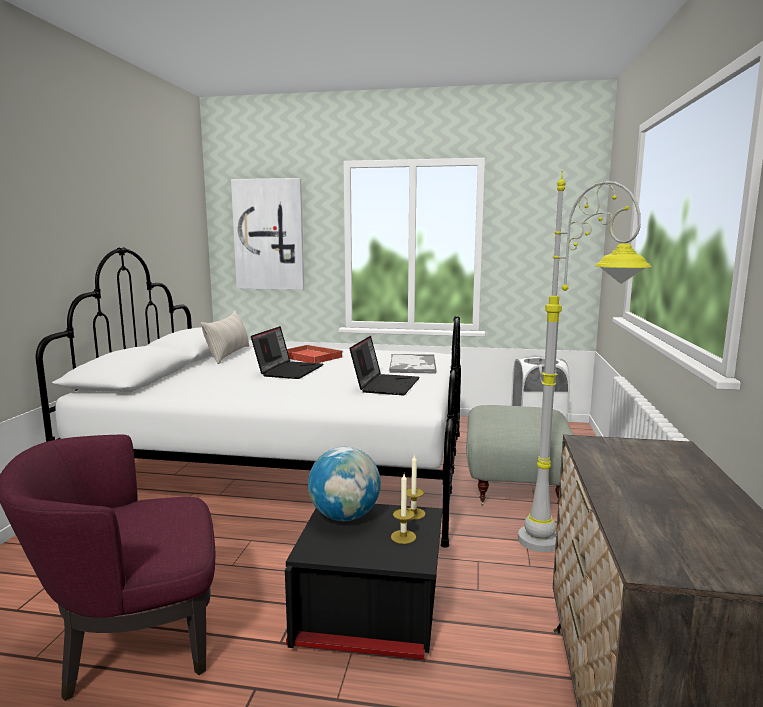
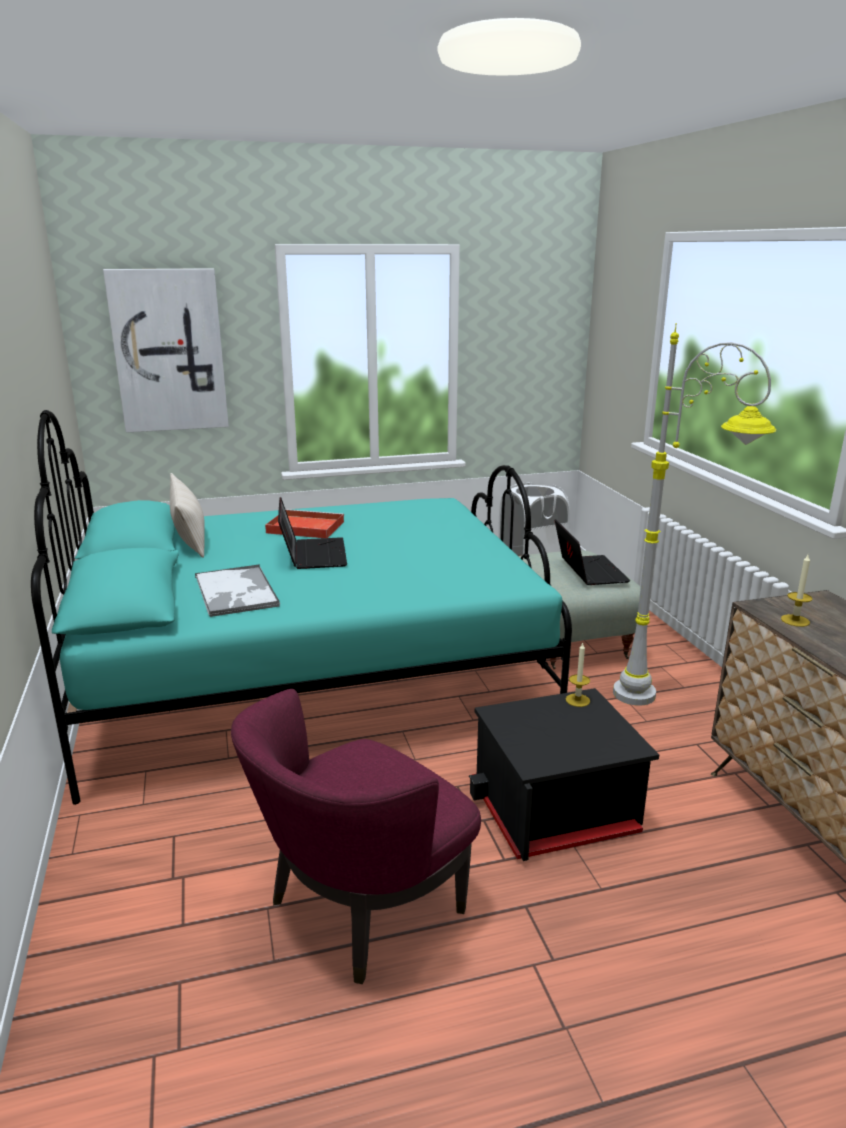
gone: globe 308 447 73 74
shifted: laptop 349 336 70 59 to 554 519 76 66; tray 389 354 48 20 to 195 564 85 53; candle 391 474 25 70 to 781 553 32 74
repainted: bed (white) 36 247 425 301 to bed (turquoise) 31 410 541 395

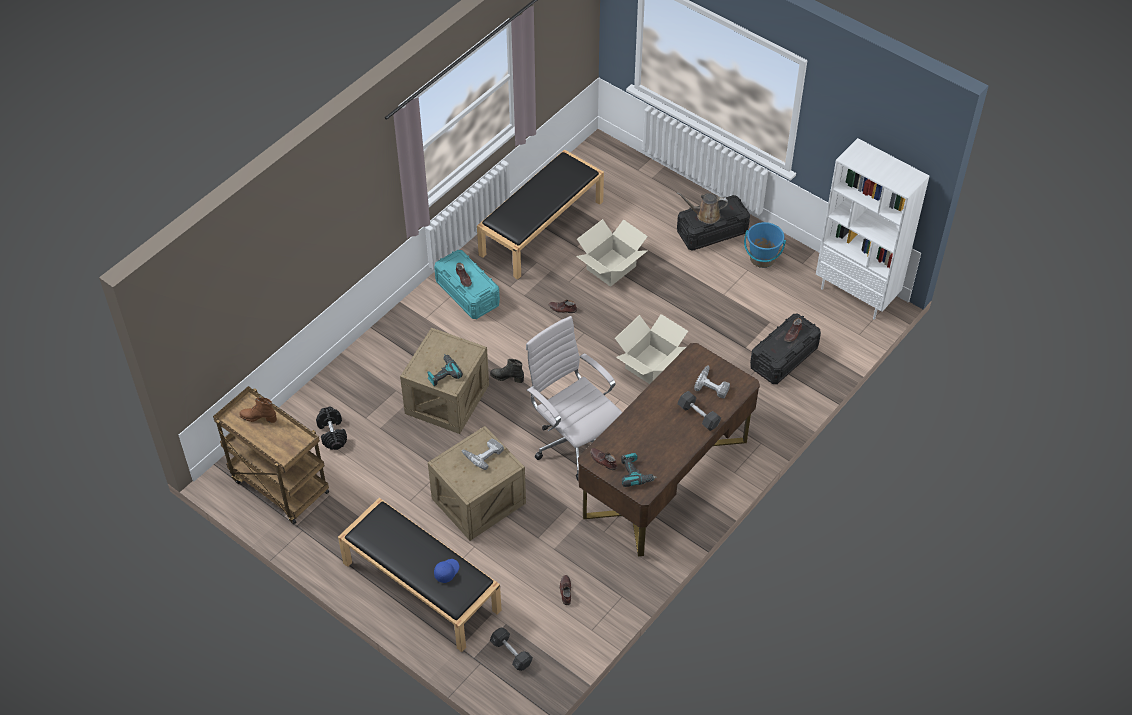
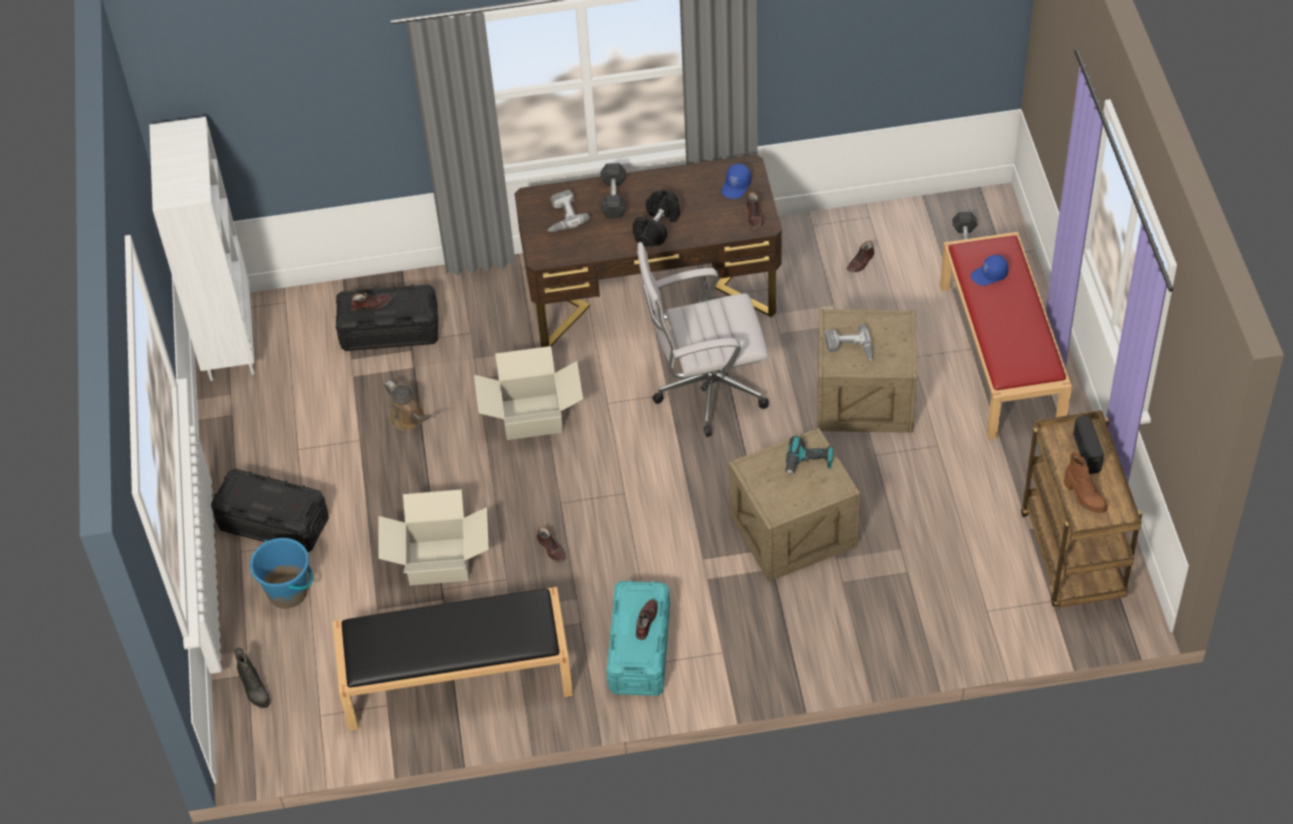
new: radio 1073 415 31 59
shifted: dumbbell (black) 316 407 31 43 to 632 190 48 57; boot (black) 490 359 34 24 to 235 647 35 61; watering can (brown) 676 192 52 32 to 384 381 52 49; bucket (blue) 744 222 42 46 to 250 538 63 70
swapped: power drill 621 453 36 34 to cap (blue) 721 163 30 36
repainted: bench (black) 338 498 164 154 to bench (red) 940 232 132 207
rotated: office chair (white) 526 316 96 165 = 637 242 132 195 75 degrees clockwise

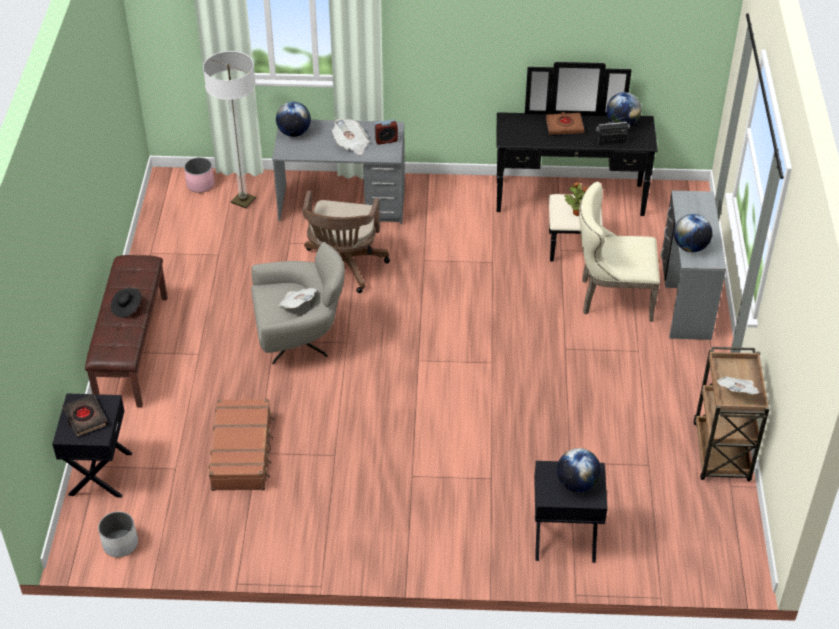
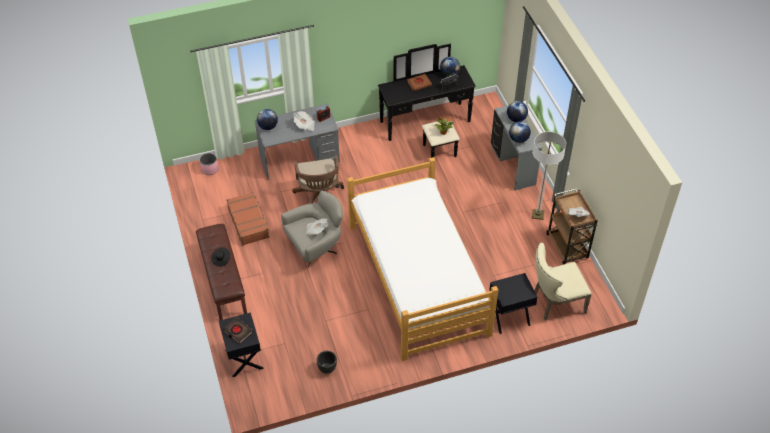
gone: planter (white) 98 511 40 46
new: planter (black) 317 351 20 23; bed 347 157 151 204
shifted: floor lamp 203 51 53 157 to 532 131 34 89; suitcase (brown) 209 399 66 92 to 226 192 44 54; globe 557 448 44 44 to 507 101 21 21; chair (beige) 579 182 81 140 to 534 243 58 77

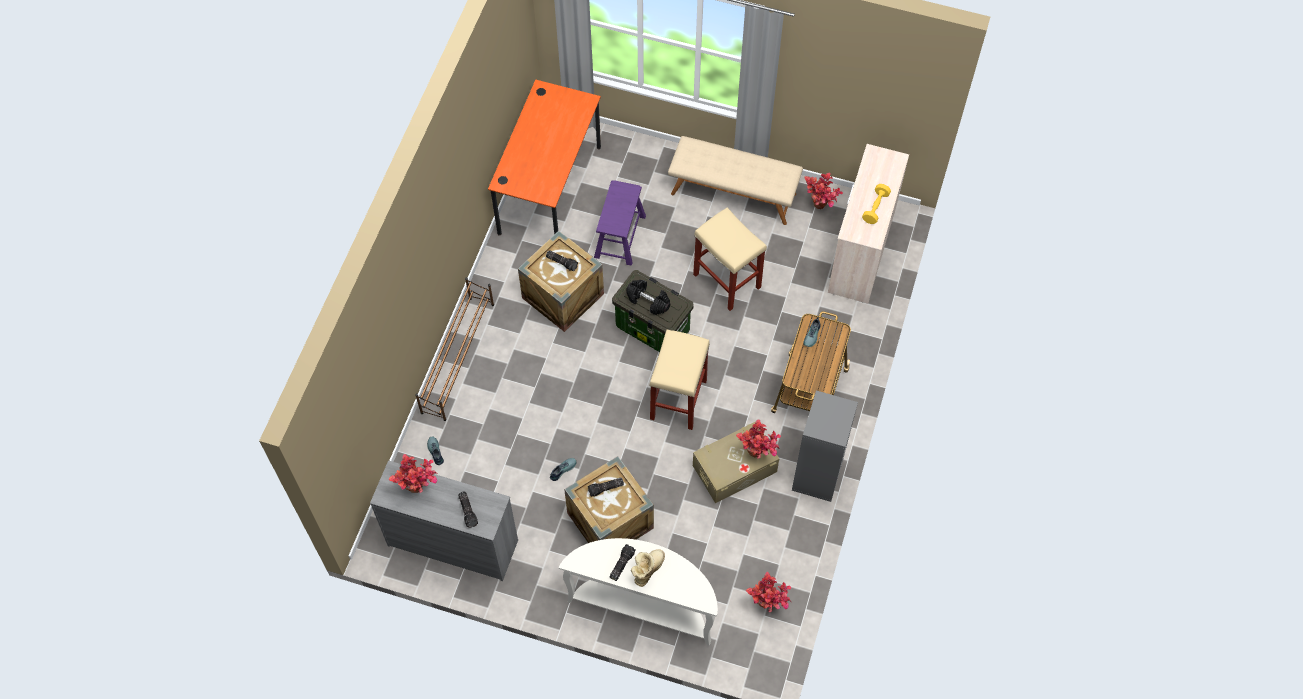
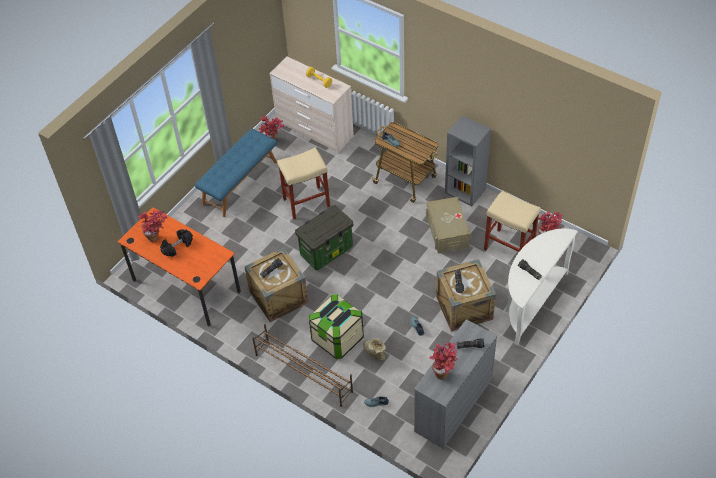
gone: stool (purple) 594 180 52 85
new: storage box 309 294 55 65
shifted: dumbbell (black) 626 280 44 35 to 160 229 33 28; boot 631 549 34 38 to 363 338 23 23; stool (beige) 649 330 61 100 to 484 191 57 61; potted plant 736 419 45 40 to 138 210 29 32
repainted: bench (beige) 668 136 135 89 to bench (blue) 195 128 82 89

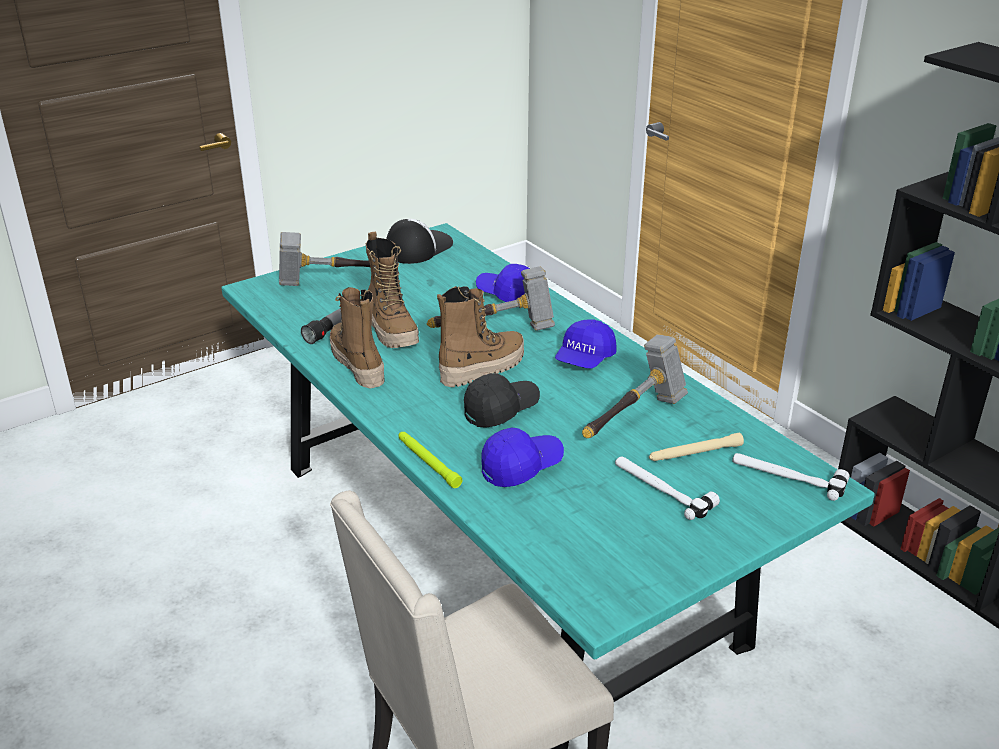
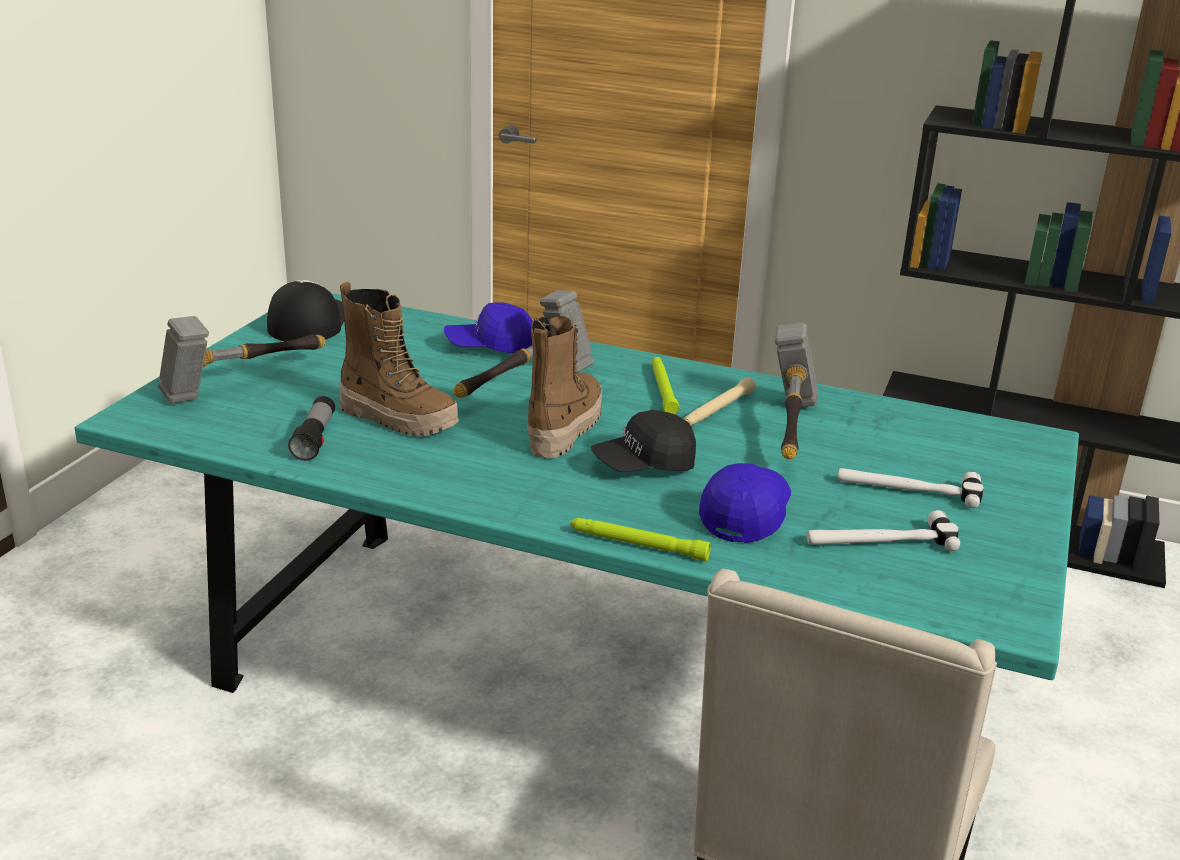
gone: boot 330 287 55 102
shifted: flashlight (beige) 649 433 95 28 to 684 378 72 48; hammer 732 453 118 48 to 806 510 154 41
swapped: cap (blue) 555 319 62 50 to flashlight (green) 652 357 27 57
rotated: cap (black) 464 373 76 55 = 591 410 105 62 135 degrees counterclockwise

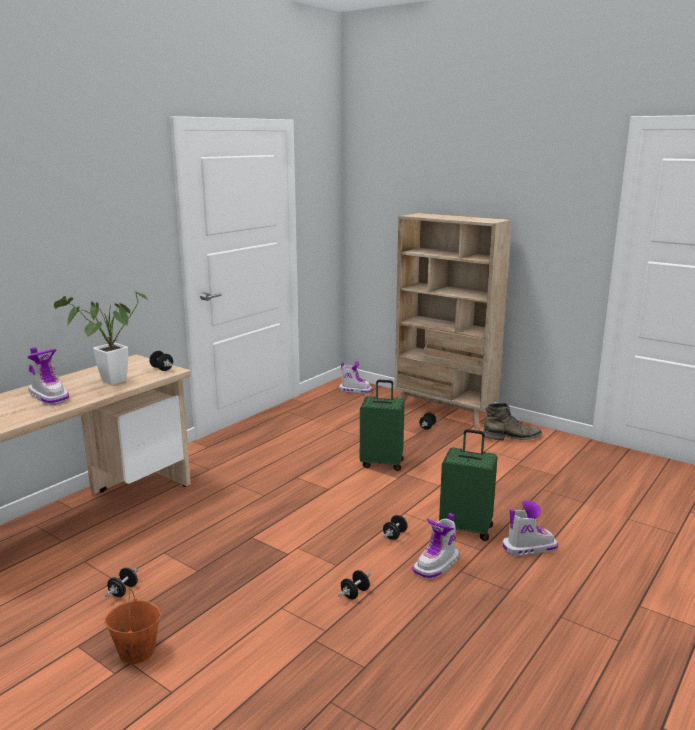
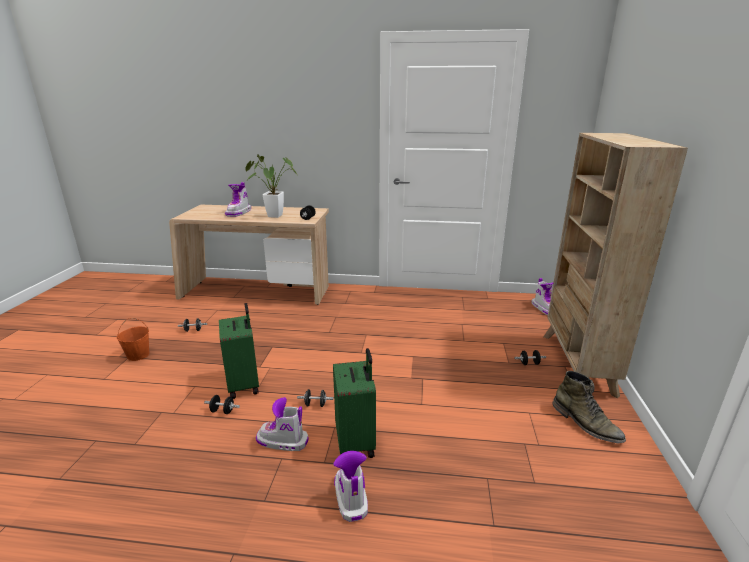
shifted: suitcase (green) 360 380 45 91 to 219 303 40 96
rotated: boot 503 501 55 55 = 334 451 34 71 150 degrees counterclockwise

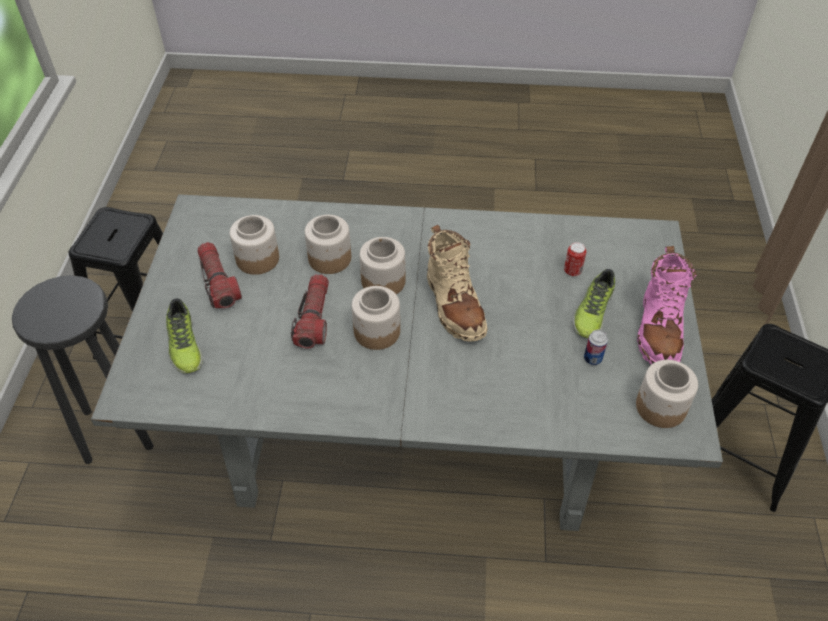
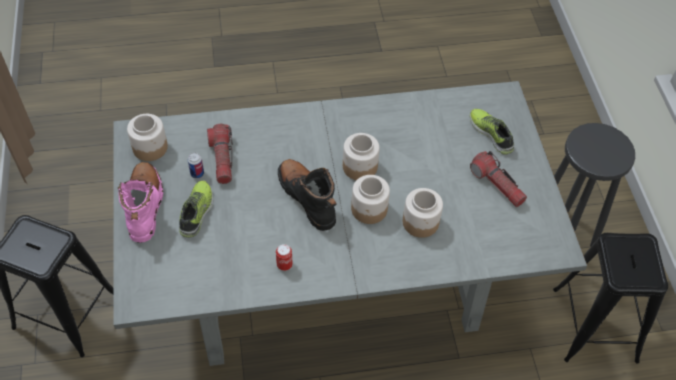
gone: jar 230 215 49 60
shifted: flashlight 291 274 38 75 to 207 124 26 60; can 564 242 22 34 to 276 244 17 27
repainted: boot (beige) 427 224 61 118 to boot (black) 278 159 58 72

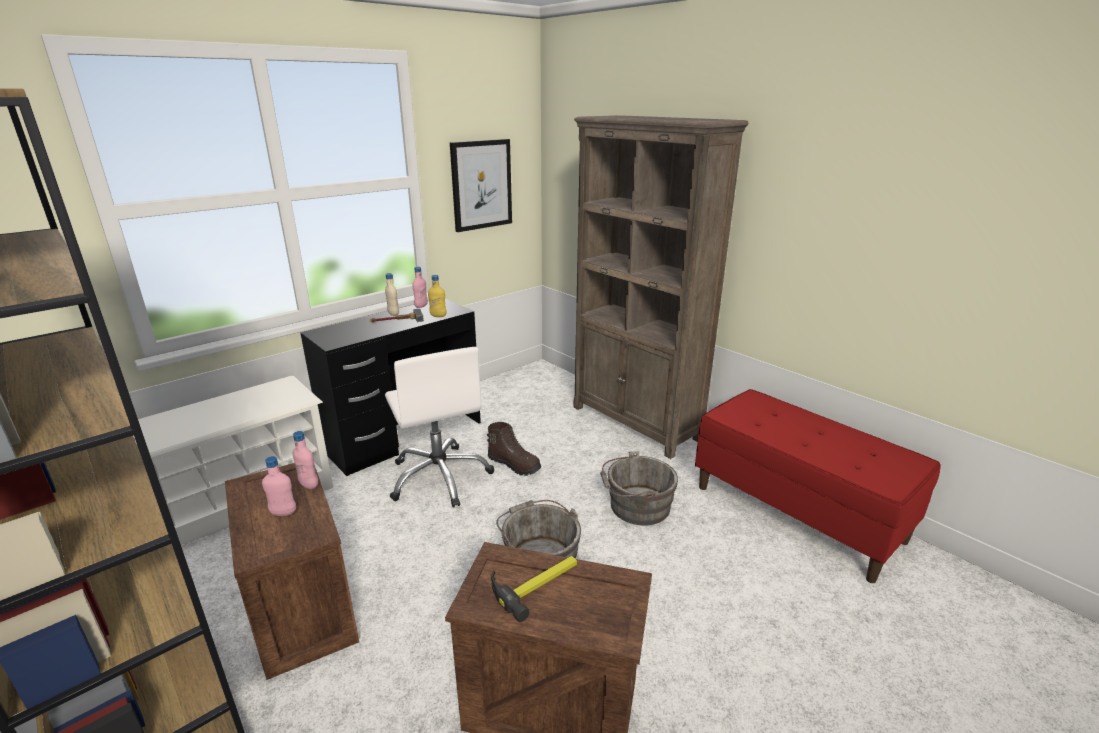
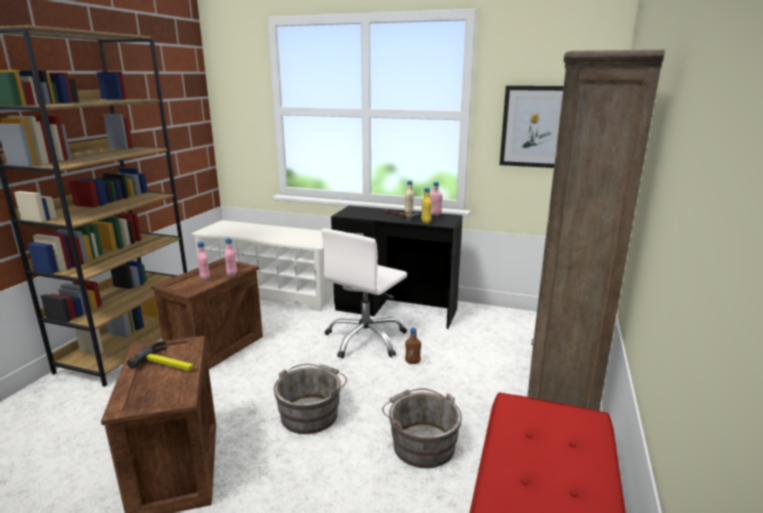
swapped: boot (brown) 487 422 54 54 to bottle (brown) 405 328 16 36

